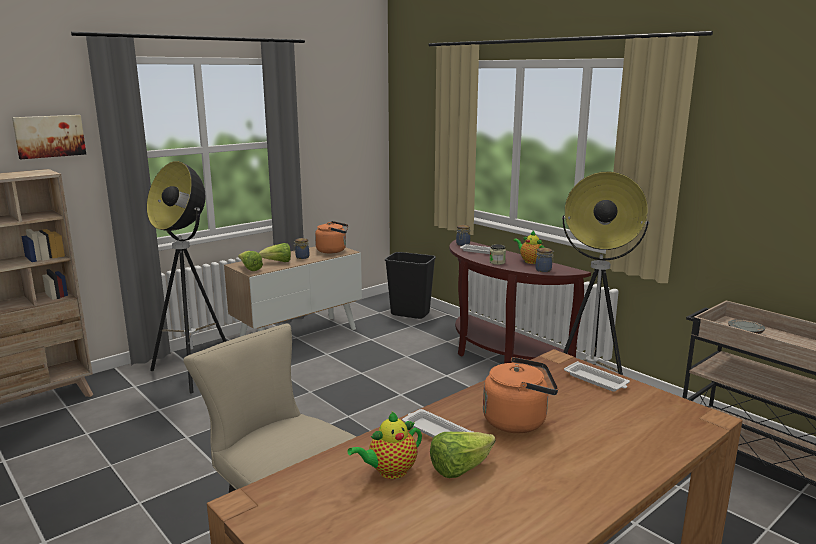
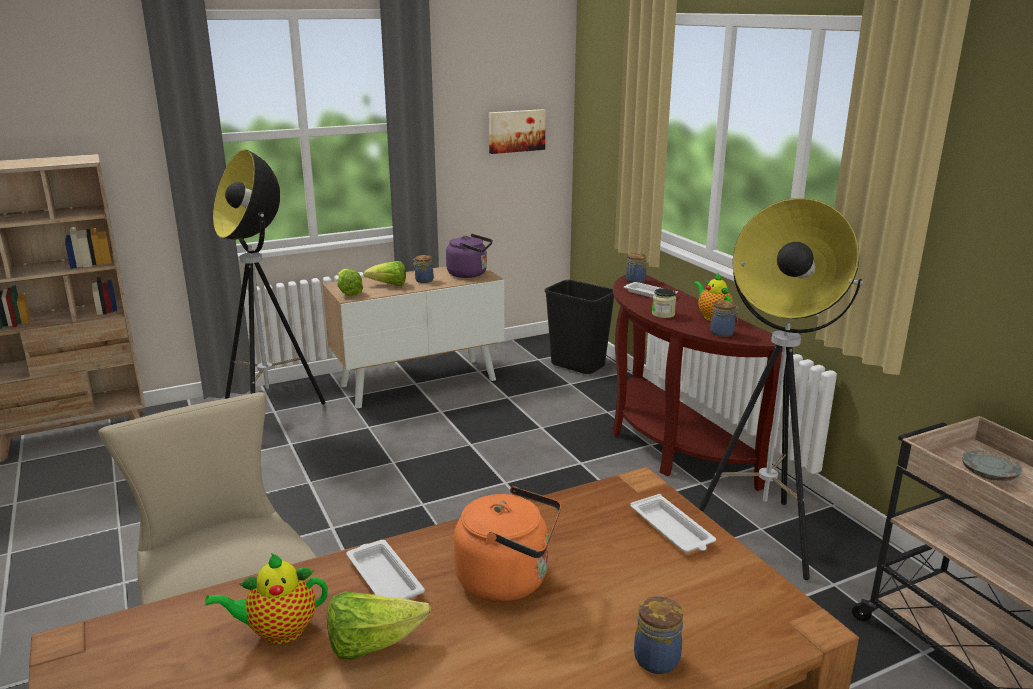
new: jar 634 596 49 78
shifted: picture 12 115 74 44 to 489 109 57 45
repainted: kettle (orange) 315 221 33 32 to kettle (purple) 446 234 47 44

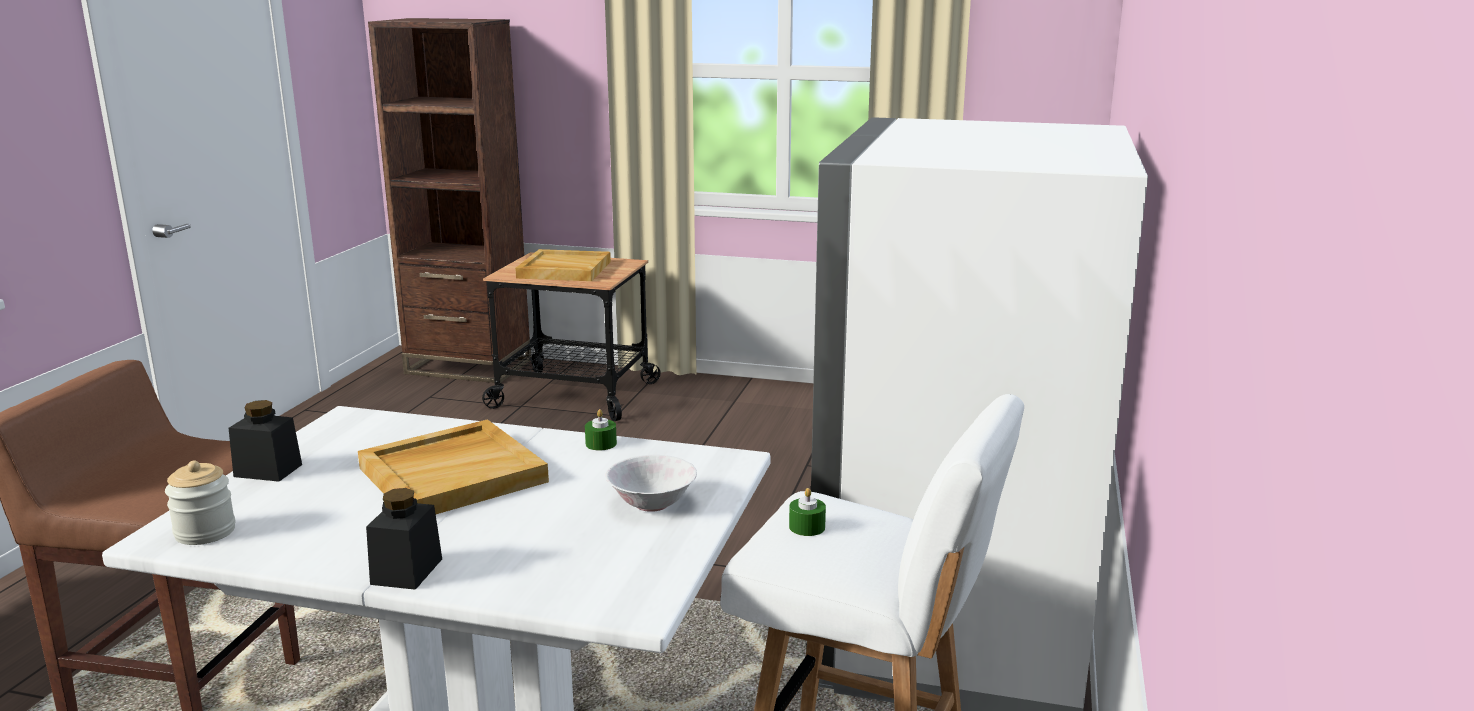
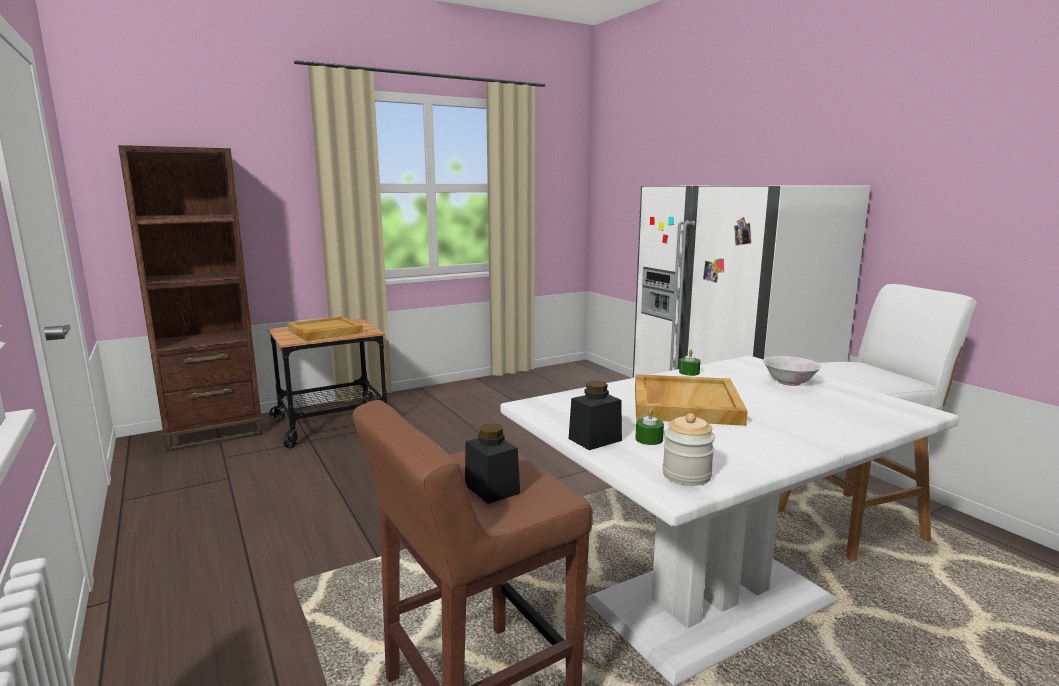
shifted: jar (black) 366 488 76 102 to 465 423 55 81; candle (green) 789 488 37 48 to 635 409 29 36

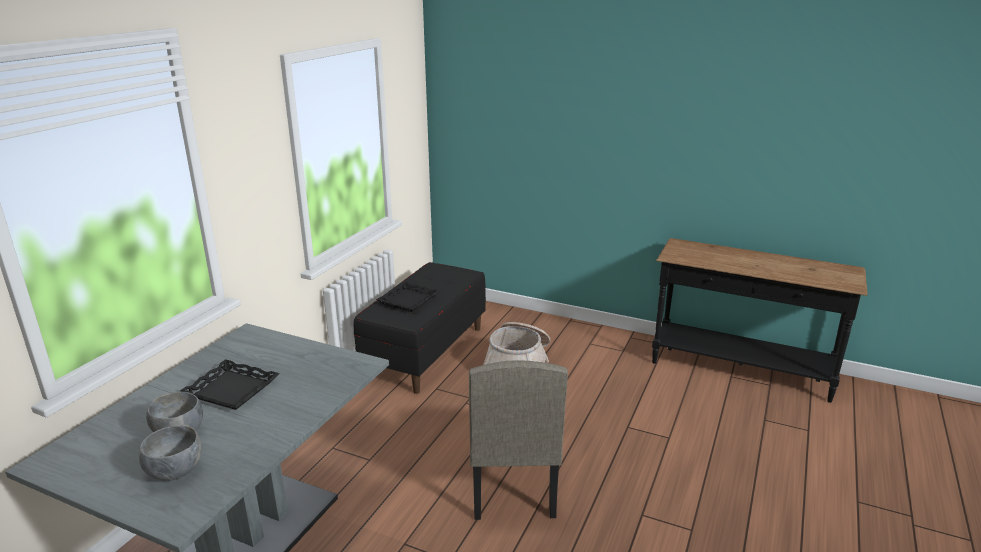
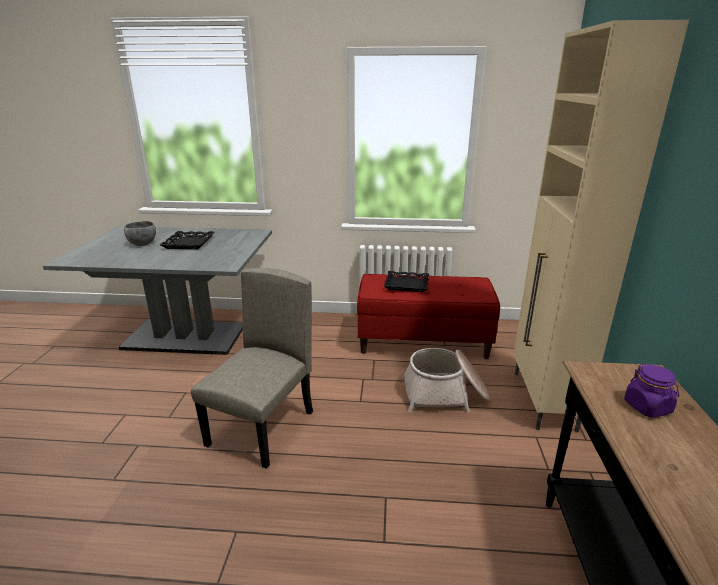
gone: bowl (grey) 139 426 63 55
new: cabinet (beige) 513 20 176 412; jar (purple) 624 363 55 55
repainted: bench (black) 354 262 132 132 to bench (red) 357 274 143 85
rotated: chair (beige) 469 360 99 160 = 191 268 122 201 135 degrees clockwise

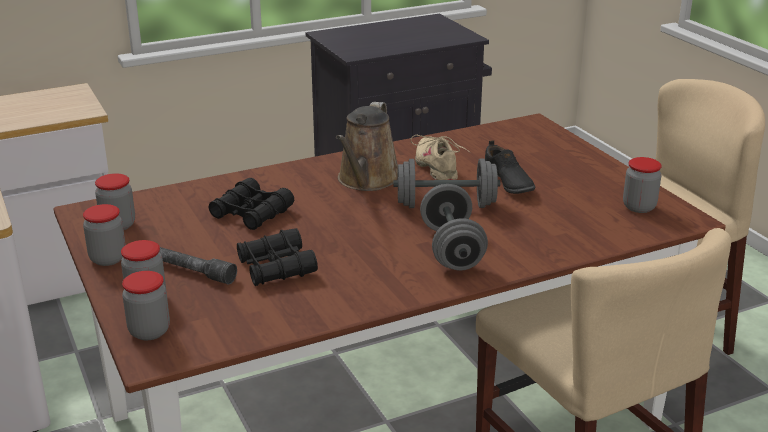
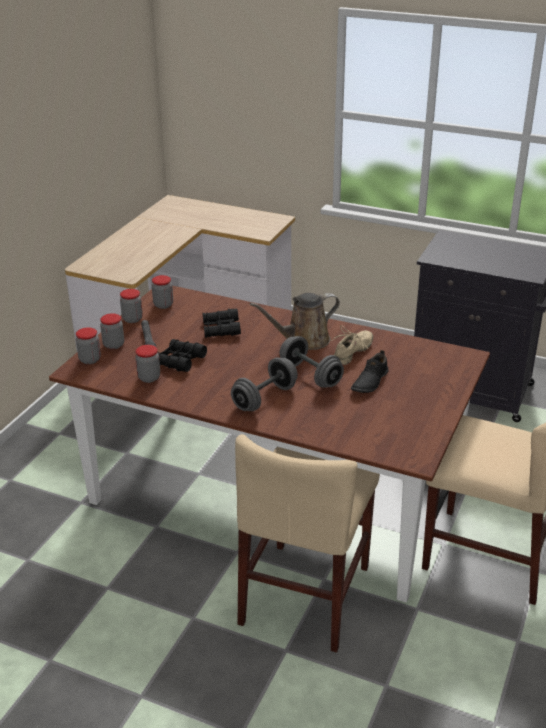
shifted: jar 623 157 39 56 to 135 345 25 38

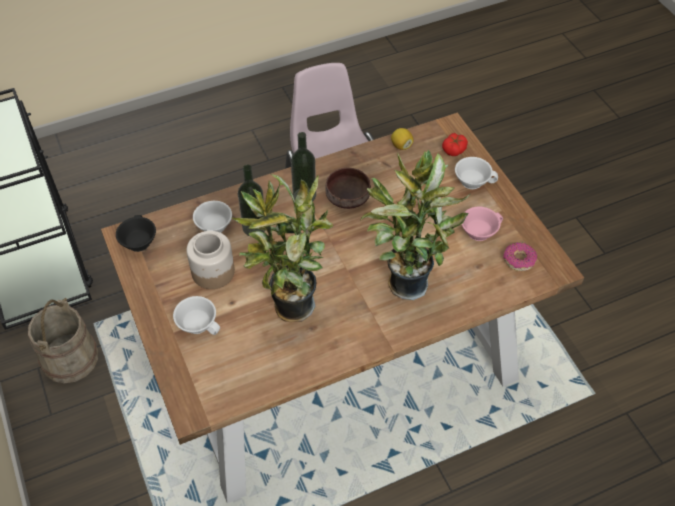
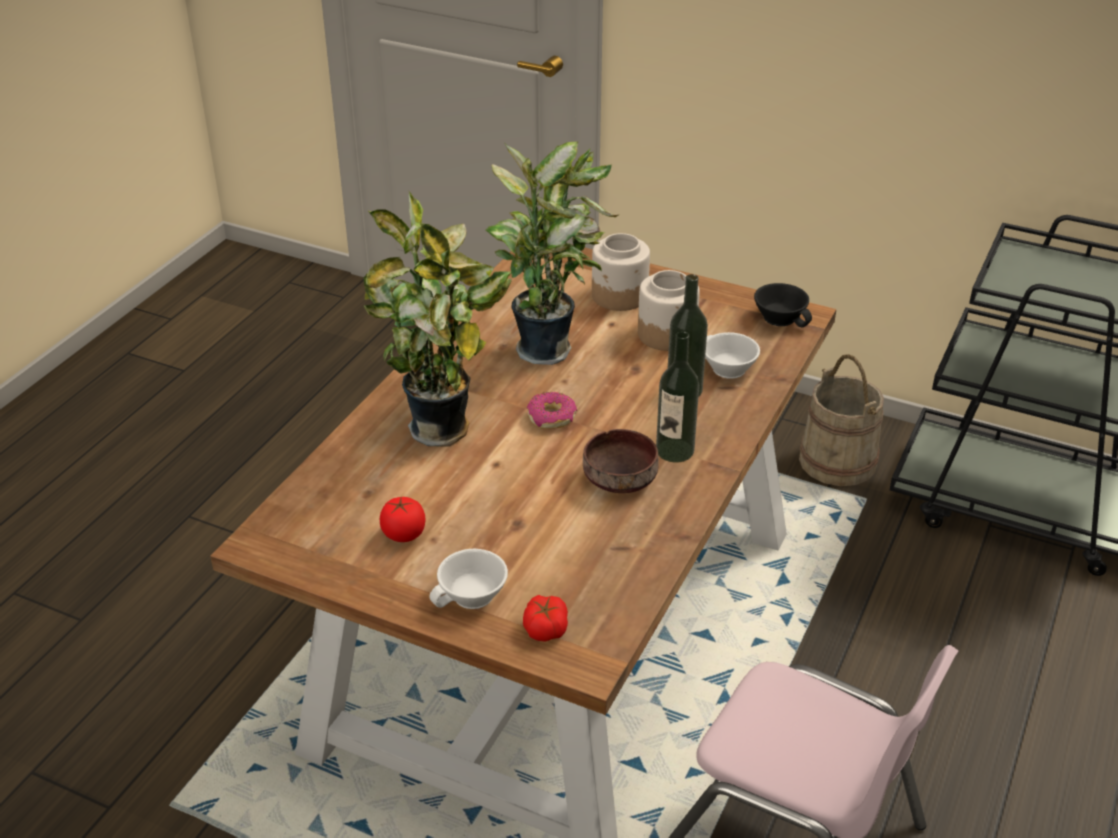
gone: lemon 391 128 22 22
shifted: donut 503 242 34 29 to 527 392 50 37
swapped: cup (white) 173 296 47 39 to jar 592 233 58 78; cup (pink) 462 207 41 34 to tomato 380 497 45 45

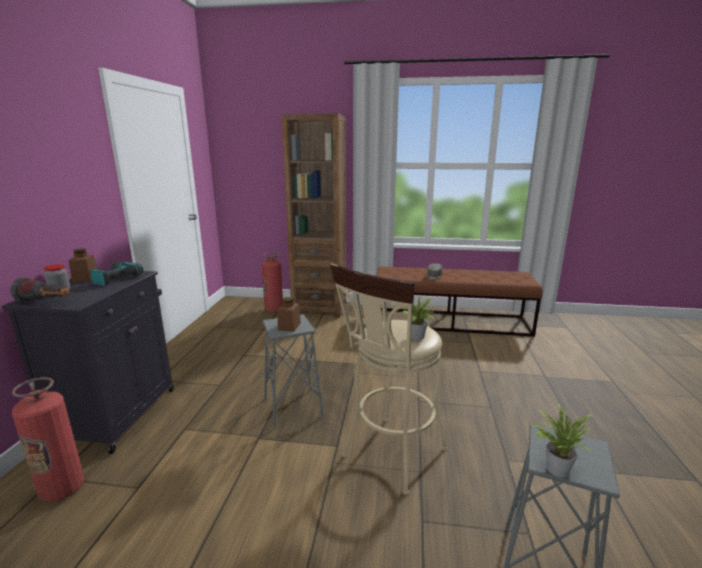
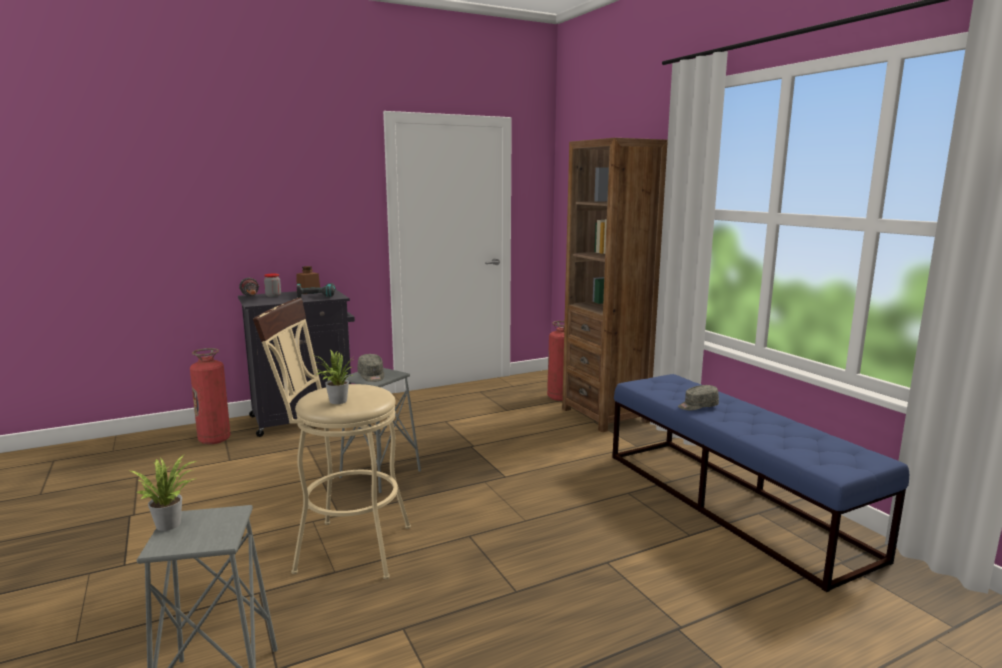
swapped: jar (brown) 278 297 23 35 to cap (grey) 357 354 27 28
repainted: bench (brown) 376 266 166 71 to bench (blue) 612 374 297 218

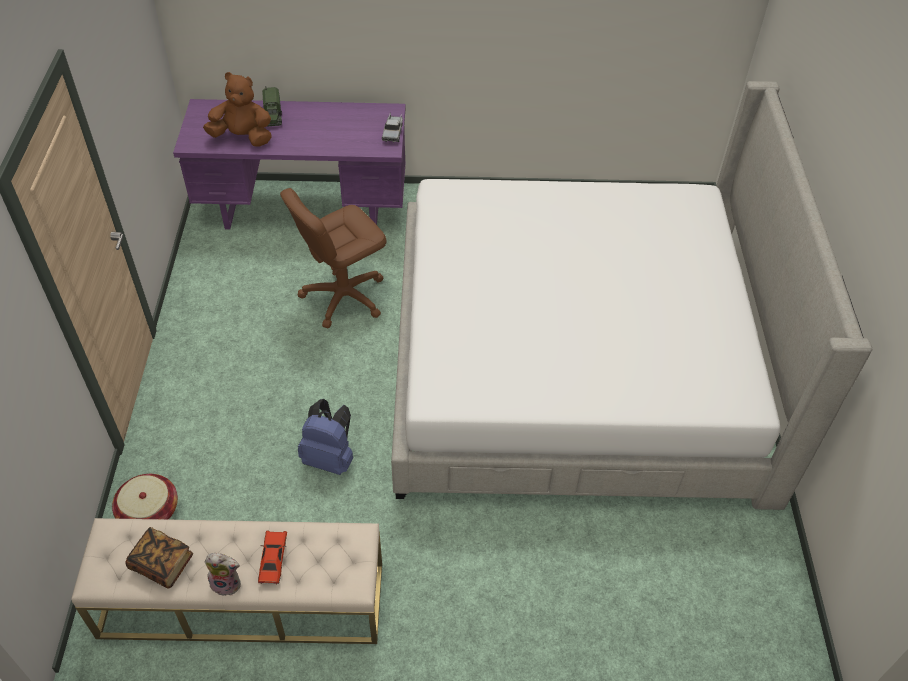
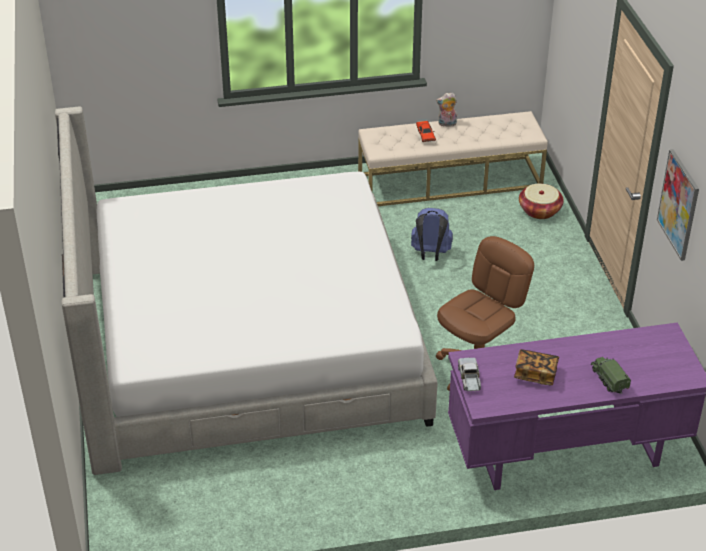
gone: plush toy (brown) 203 72 69 75
new: picture 657 149 42 112
shifted: book 126 527 67 62 to 514 349 45 36

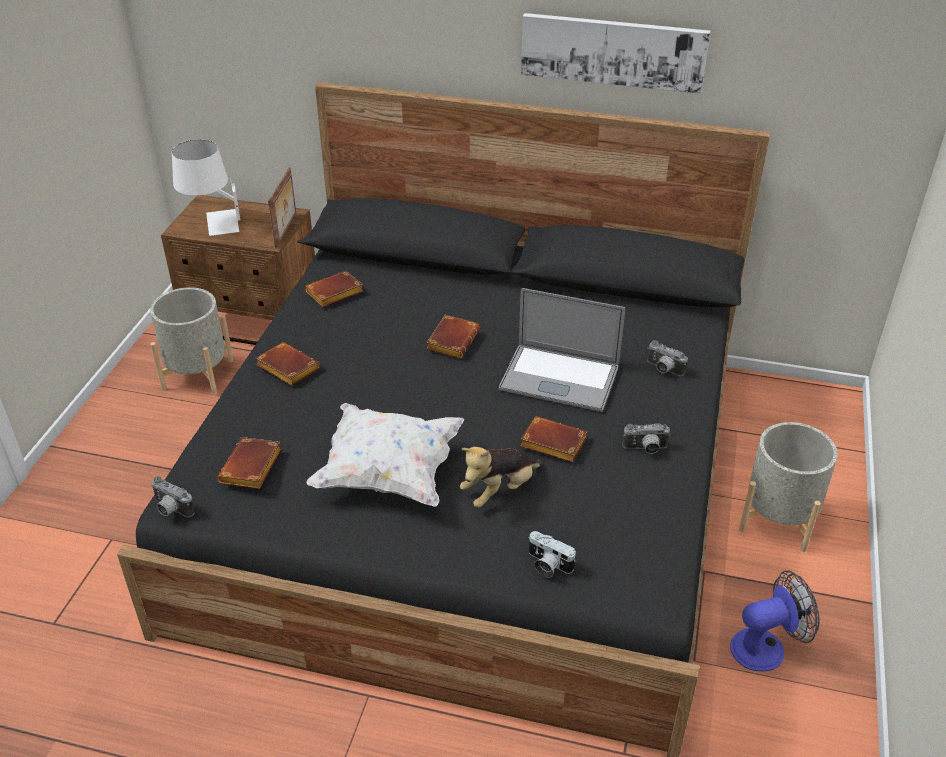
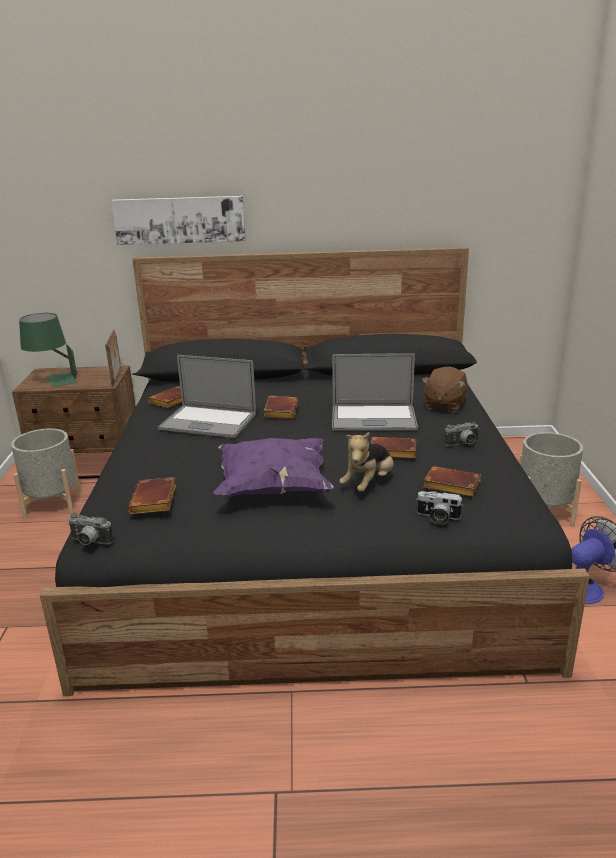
new: laptop 158 355 98 83
shifted: book (brown) 256 342 64 44 to 423 466 58 31; picture 521 13 189 81 to 111 196 135 49
swapped: photo camera 647 340 41 36 to plush toy (brown) 422 367 46 46
repainted: table lamp (white) 172 139 68 97 to table lamp (green) 19 313 59 74; pillow (white) 306 403 158 104 to pillow (purple) 214 438 120 59

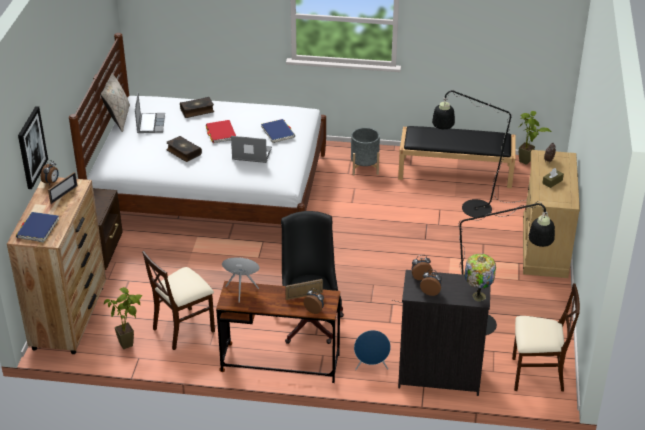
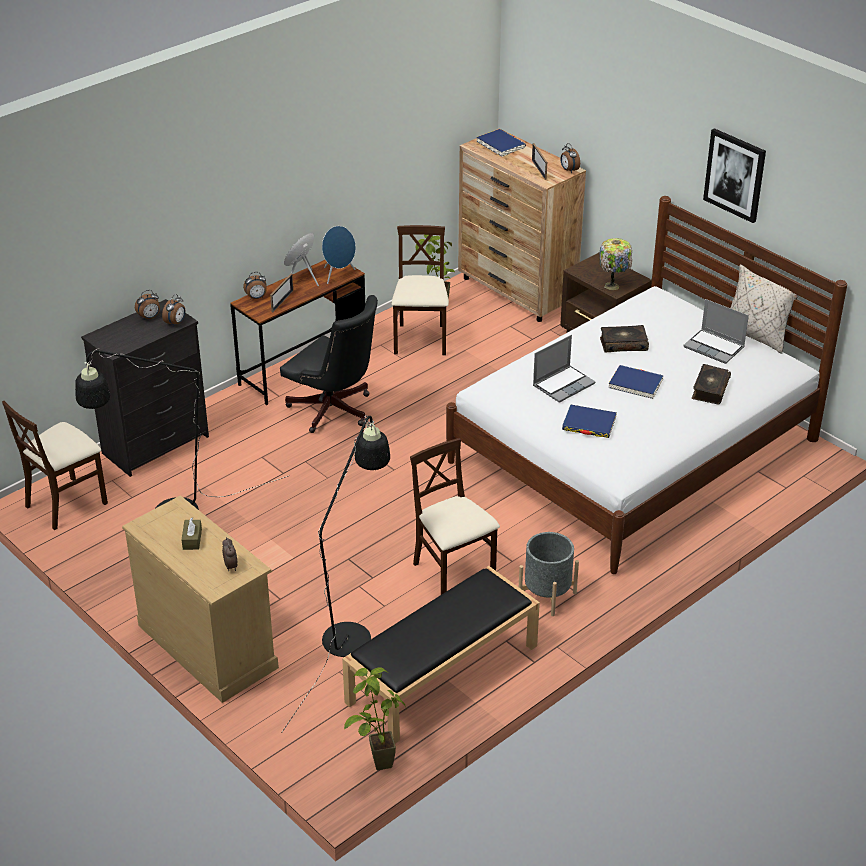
new: chair (beige) 410 438 90 157
shifted: picture 18 106 30 83 to 703 128 63 95; speaker (blue) 354 330 37 40 to 284 233 35 53; table lamp 464 254 32 47 to 600 238 32 52
repainted: book (red) 206 120 30 23 to book (blue) 609 365 55 34

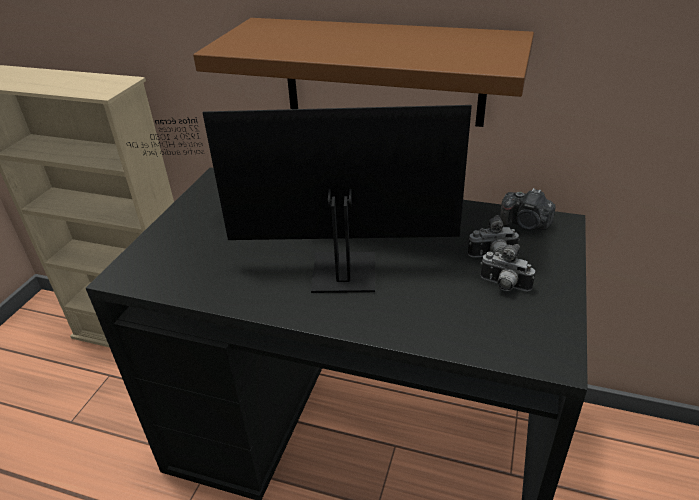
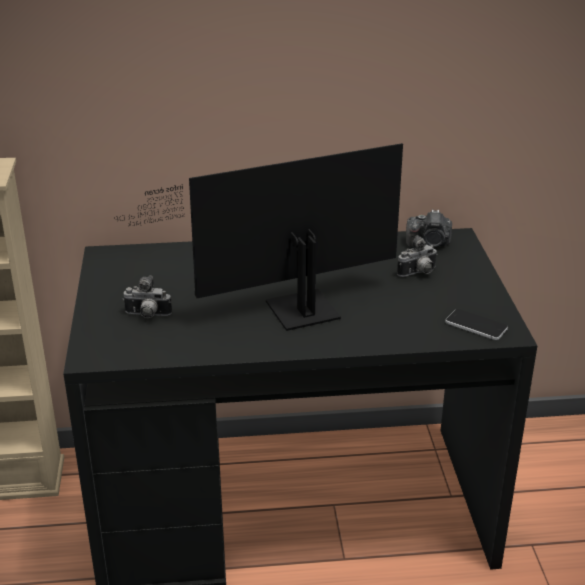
gone: shelf (brown) 193 18 341 109
new: phone 445 309 63 31
shifted: photo camera 480 244 55 47 to 123 275 49 43

